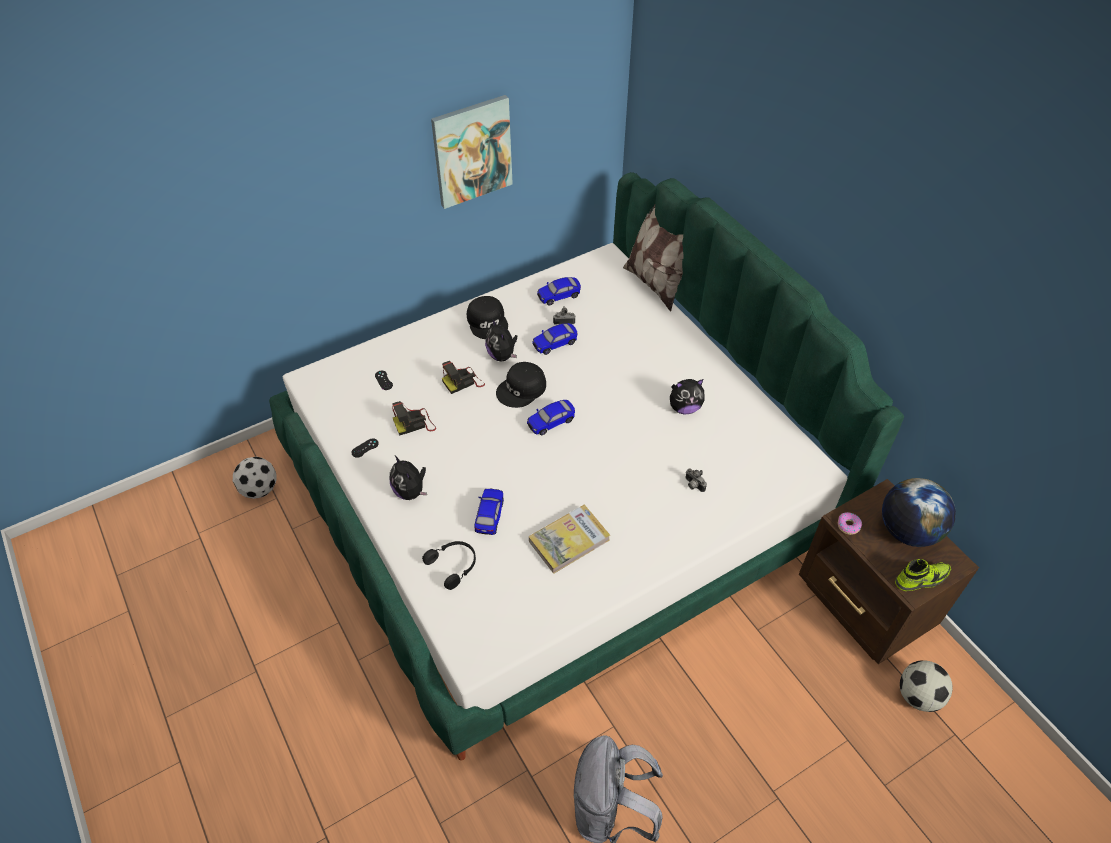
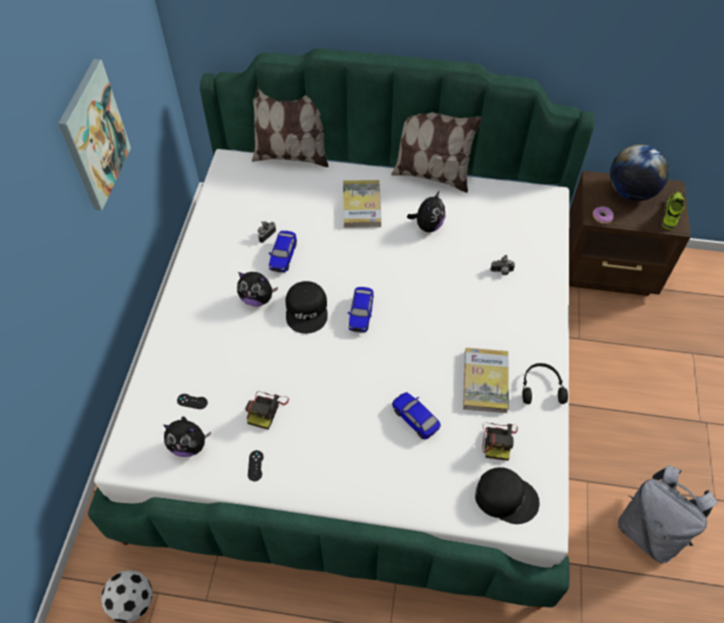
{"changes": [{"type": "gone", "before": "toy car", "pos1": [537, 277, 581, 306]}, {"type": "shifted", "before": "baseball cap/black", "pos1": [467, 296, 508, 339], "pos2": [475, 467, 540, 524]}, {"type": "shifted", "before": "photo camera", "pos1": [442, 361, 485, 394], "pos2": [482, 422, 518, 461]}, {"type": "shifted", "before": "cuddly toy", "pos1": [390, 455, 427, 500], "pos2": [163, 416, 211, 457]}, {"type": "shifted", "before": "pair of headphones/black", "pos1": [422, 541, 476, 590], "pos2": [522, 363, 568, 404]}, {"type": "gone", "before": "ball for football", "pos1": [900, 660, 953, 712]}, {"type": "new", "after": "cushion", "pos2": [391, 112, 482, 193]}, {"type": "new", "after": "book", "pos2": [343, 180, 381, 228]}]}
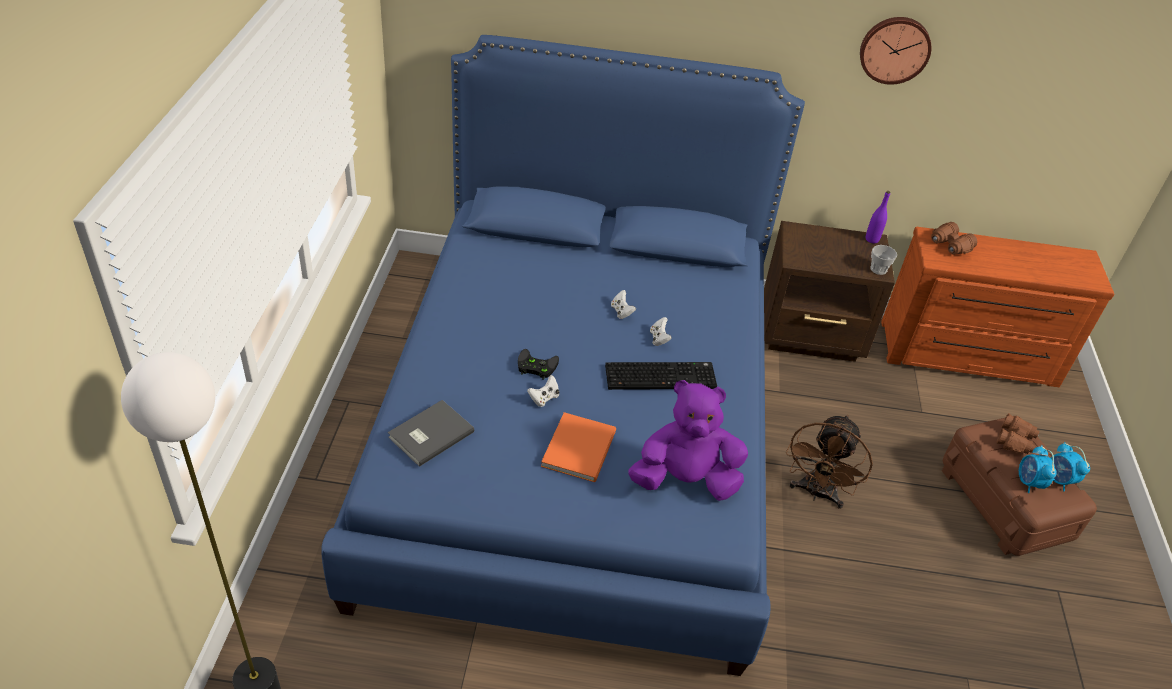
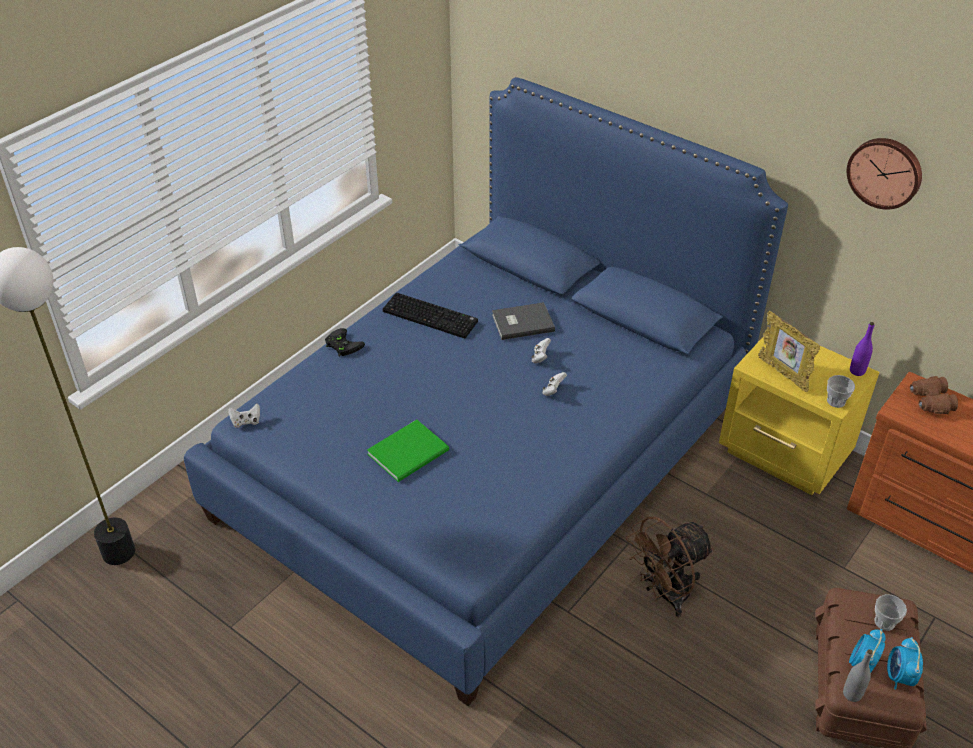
{"changes": [{"type": "repainted", "before": "night table/brown-coloured", "after": "night table/yellow-coloured", "pos1": [764, 221, 895, 362], "pos2": [719, 333, 879, 495]}, {"type": "shifted", "before": "game controller/black", "pos1": [518, 349, 559, 380], "pos2": [325, 328, 365, 357]}, {"type": "shifted", "before": "PC keyboard", "pos1": [605, 362, 717, 390], "pos2": [383, 293, 478, 339]}, {"type": "shifted", "before": "game controller/whitish", "pos1": [527, 375, 560, 407], "pos2": [228, 404, 260, 428]}, {"type": "gone", "before": "cuddly toy/purplish", "pos1": [628, 380, 748, 501]}, {"type": "shifted", "before": "book/greyish", "pos1": [388, 400, 474, 467], "pos2": [492, 302, 555, 340]}, {"type": "repainted", "before": "book/orange-coloured", "after": "book/green", "pos1": [541, 412, 616, 482], "pos2": [367, 420, 449, 482]}, {"type": "swapped", "before": "binoculars/brown-coloured", "after": "small cup", "pos1": [996, 413, 1040, 454], "pos2": [874, 594, 907, 631]}, {"type": "new", "after": "photo frame", "pos2": [758, 311, 820, 392]}, {"type": "new", "after": "beverage bottle/greyish", "pos2": [843, 649, 873, 702]}]}
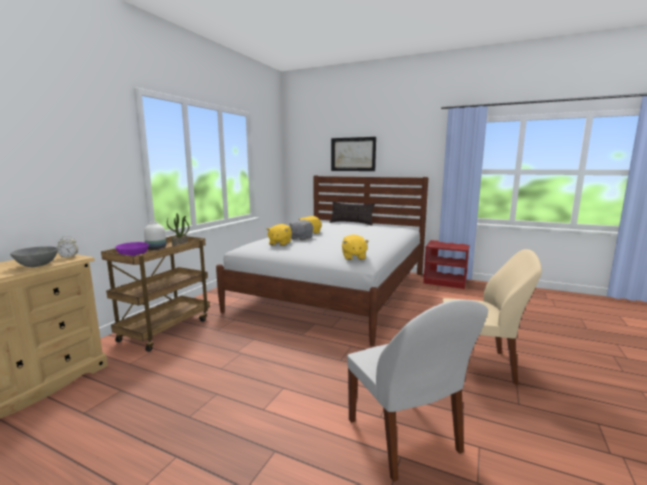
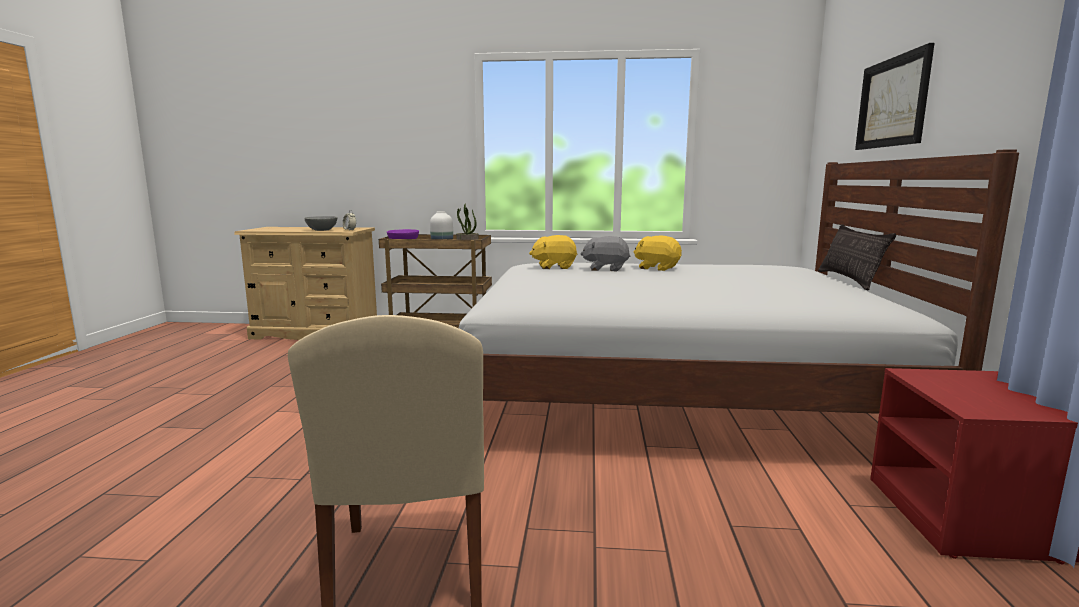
{"changes": [{"type": "gone", "before": "cuddly toy/yellow-coloured", "pos1": [342, 234, 369, 260]}, {"type": "gone", "before": "upright chair/whitish", "pos1": [347, 300, 488, 482]}]}
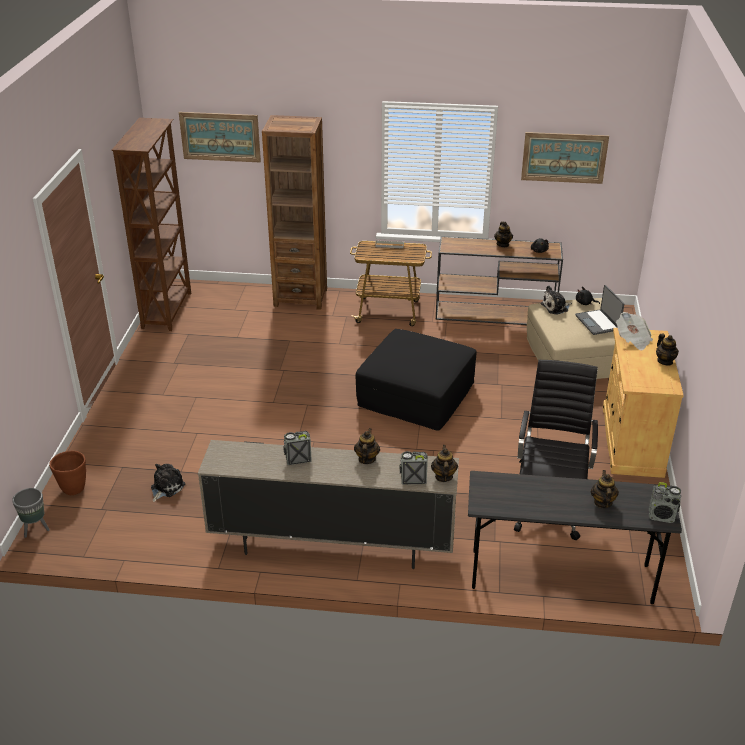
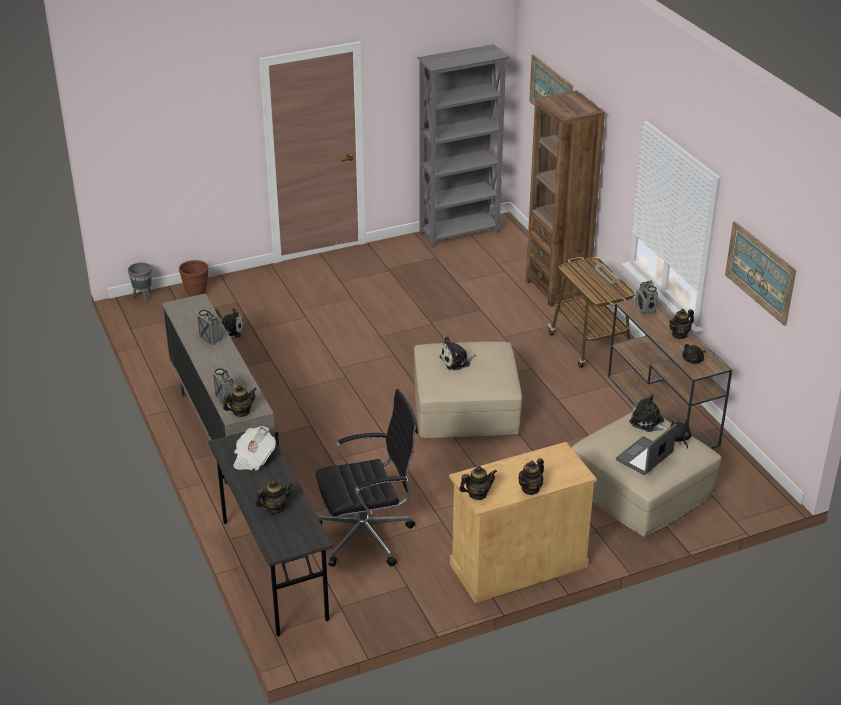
{"changes": [{"type": "repainted", "before": "shelving unit/brown-coloured", "after": "shelving unit/greyish", "pos1": [112, 118, 191, 331], "pos2": [417, 44, 510, 248]}, {"type": "shifted", "before": "printed paper", "pos1": [616, 312, 653, 351], "pos2": [233, 426, 276, 470]}, {"type": "repainted", "before": "footrest/black", "after": "footrest/beige-coloured", "pos1": [356, 329, 477, 430], "pos2": [414, 342, 522, 438]}, {"type": "shifted", "before": "pot for tea", "pos1": [354, 428, 380, 464], "pos2": [459, 466, 497, 500]}, {"type": "shifted", "before": "radio set", "pos1": [649, 482, 681, 523], "pos2": [636, 280, 658, 315]}, {"type": "new", "after": "cuddly toy", "pos2": [440, 336, 476, 370]}]}
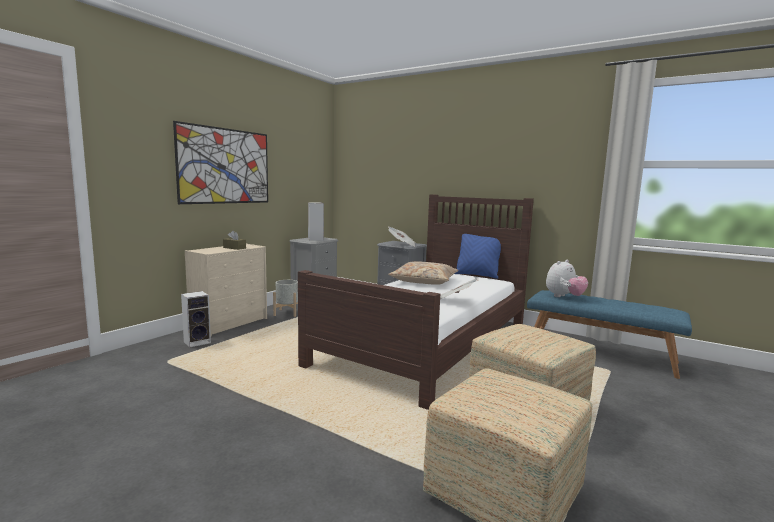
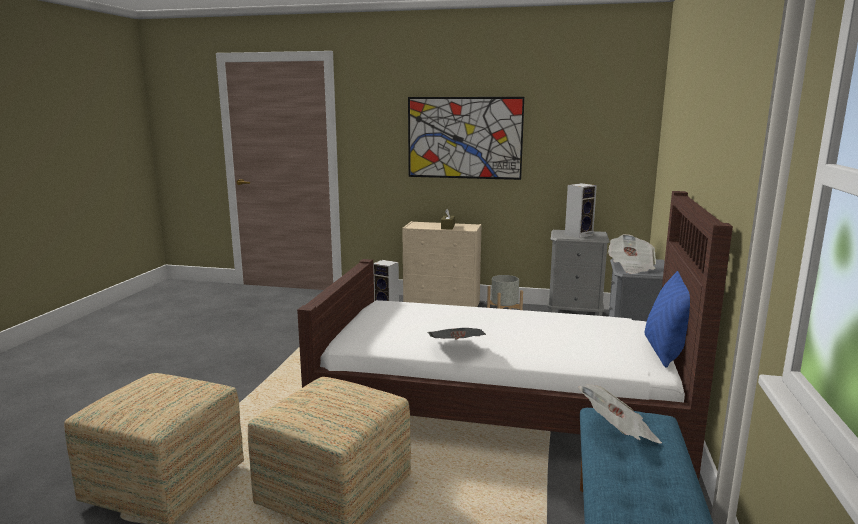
{"changes": [{"type": "swapped", "before": "cuddly toy", "after": "printed paper", "pos1": [546, 260, 588, 297], "pos2": [578, 384, 662, 443]}, {"type": "gone", "before": "cushion/beige-coloured", "pos1": [388, 261, 458, 285]}]}
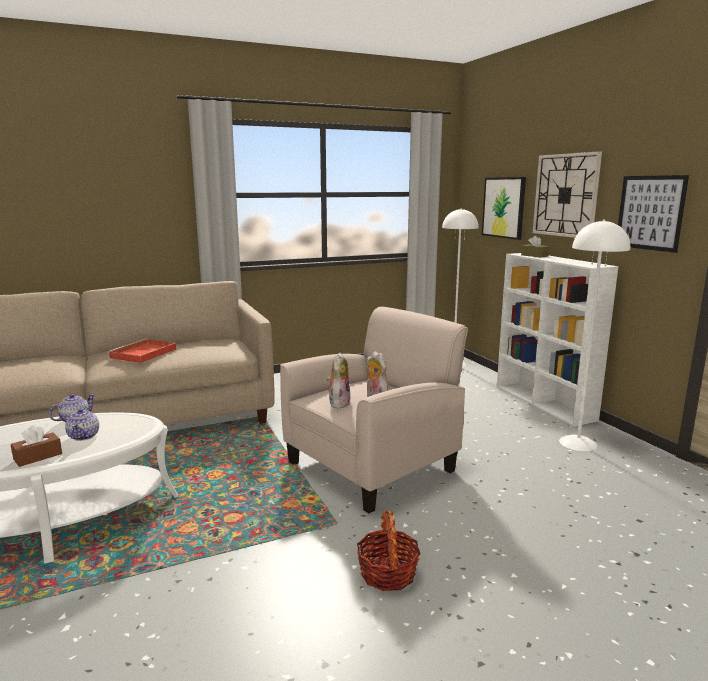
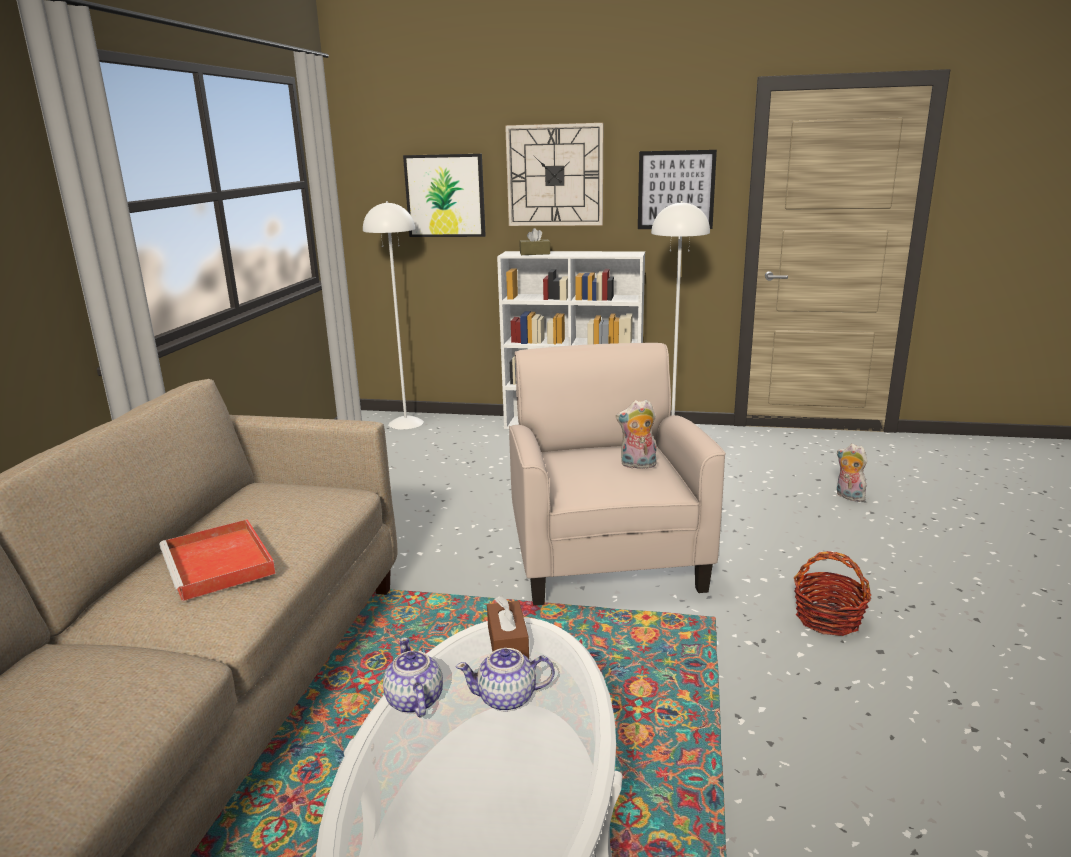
{"changes": [{"type": "shifted", "before": "cuddly toy", "pos1": [327, 353, 350, 408], "pos2": [837, 444, 867, 502]}, {"type": "rotated", "before": "pot for tea", "pos1": [65, 407, 99, 441], "pos2": [456, 648, 555, 711], "turn": 150}, {"type": "shifted", "before": "tissue holder/brown-coloured", "pos1": [11, 425, 62, 467], "pos2": [487, 596, 529, 659]}]}
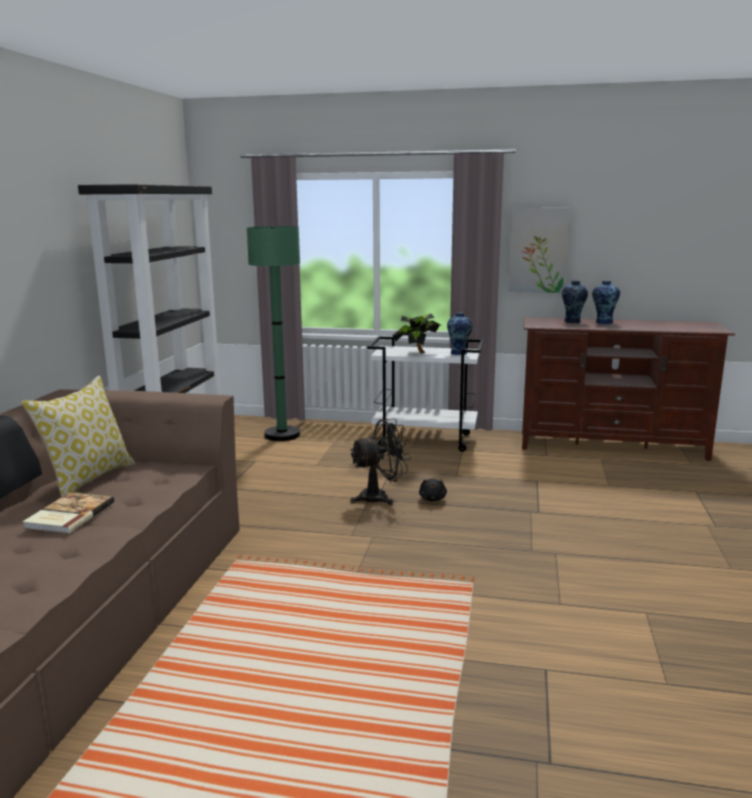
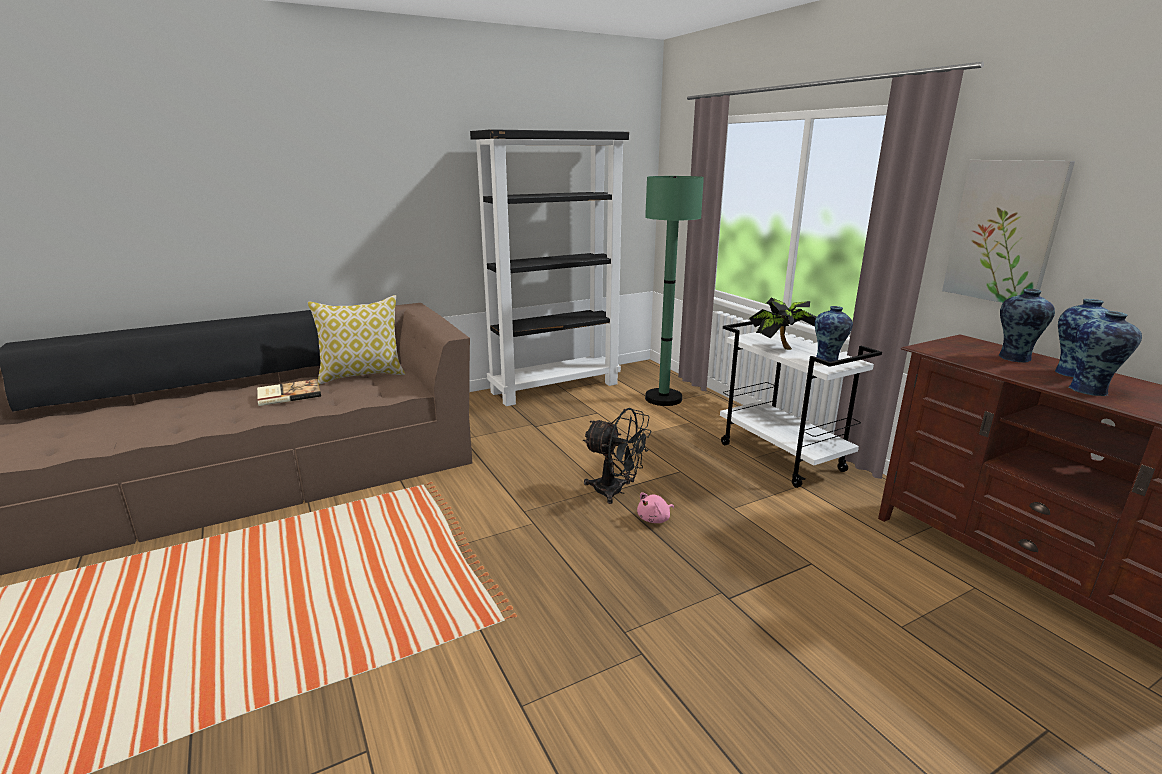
{"changes": [{"type": "repainted", "before": "cuddly toy/black", "after": "cuddly toy/pink", "pos1": [419, 479, 447, 501], "pos2": [637, 492, 674, 523]}, {"type": "new", "after": "flower vase", "pos2": [1068, 311, 1142, 396]}]}
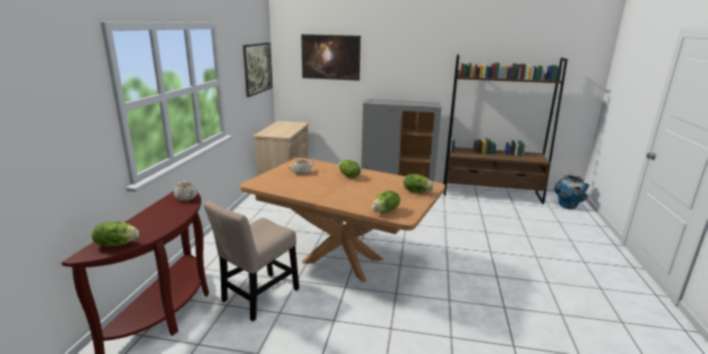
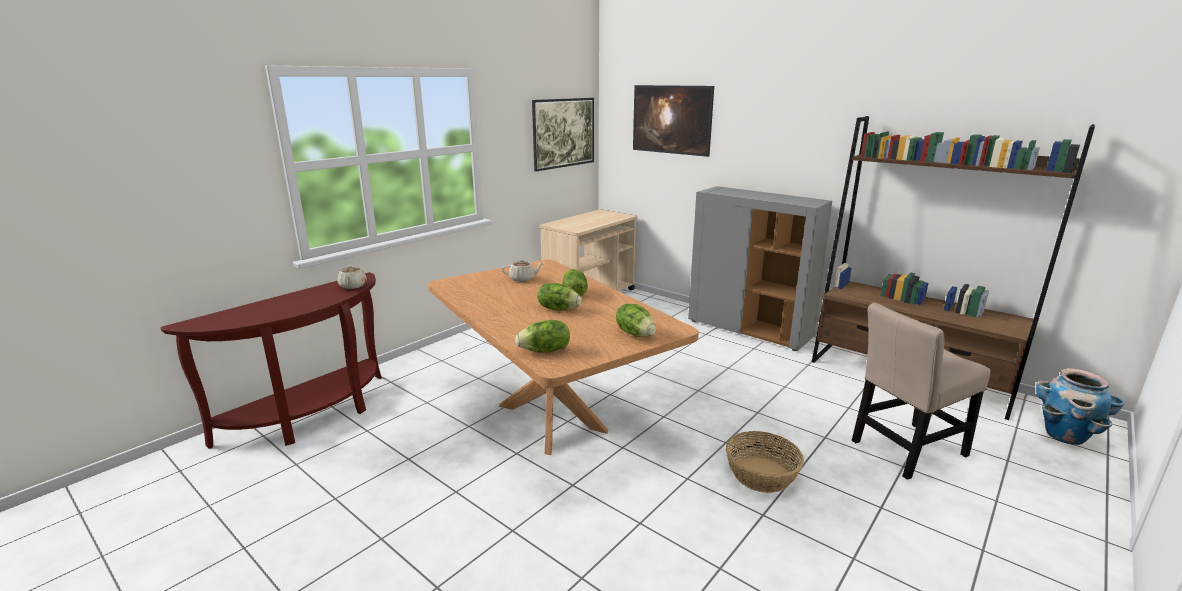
{"changes": [{"type": "shifted", "before": "upright chair/beige-coloured", "pos1": [204, 201, 299, 321], "pos2": [852, 303, 991, 480]}, {"type": "shifted", "before": "lettuce", "pos1": [92, 221, 139, 247], "pos2": [537, 283, 582, 311]}, {"type": "new", "after": "storage basket", "pos2": [726, 431, 804, 493]}]}
